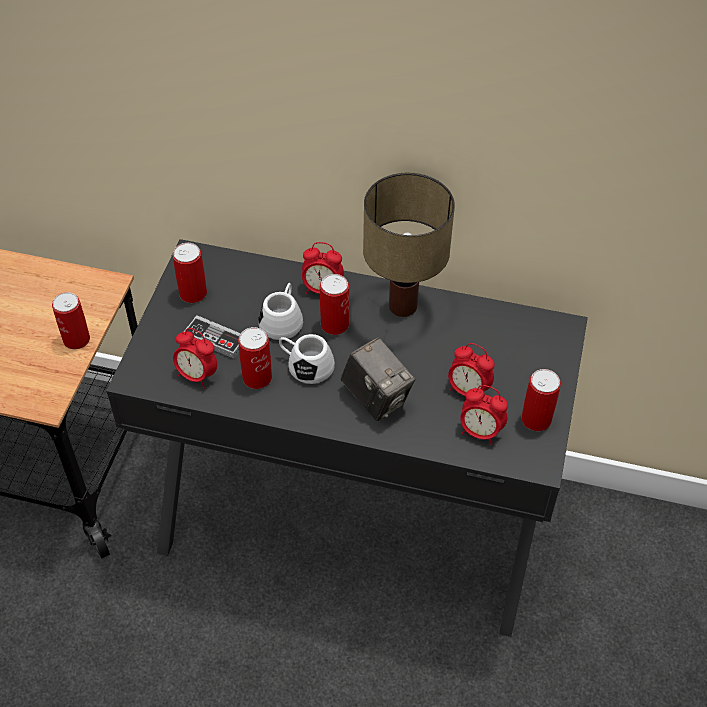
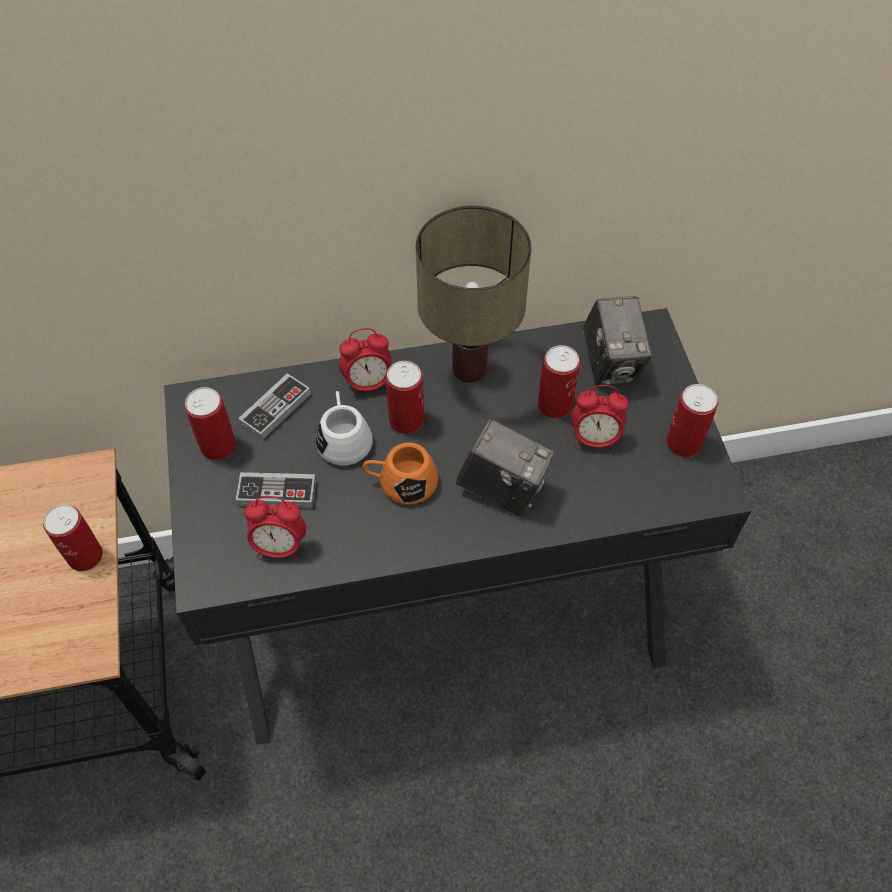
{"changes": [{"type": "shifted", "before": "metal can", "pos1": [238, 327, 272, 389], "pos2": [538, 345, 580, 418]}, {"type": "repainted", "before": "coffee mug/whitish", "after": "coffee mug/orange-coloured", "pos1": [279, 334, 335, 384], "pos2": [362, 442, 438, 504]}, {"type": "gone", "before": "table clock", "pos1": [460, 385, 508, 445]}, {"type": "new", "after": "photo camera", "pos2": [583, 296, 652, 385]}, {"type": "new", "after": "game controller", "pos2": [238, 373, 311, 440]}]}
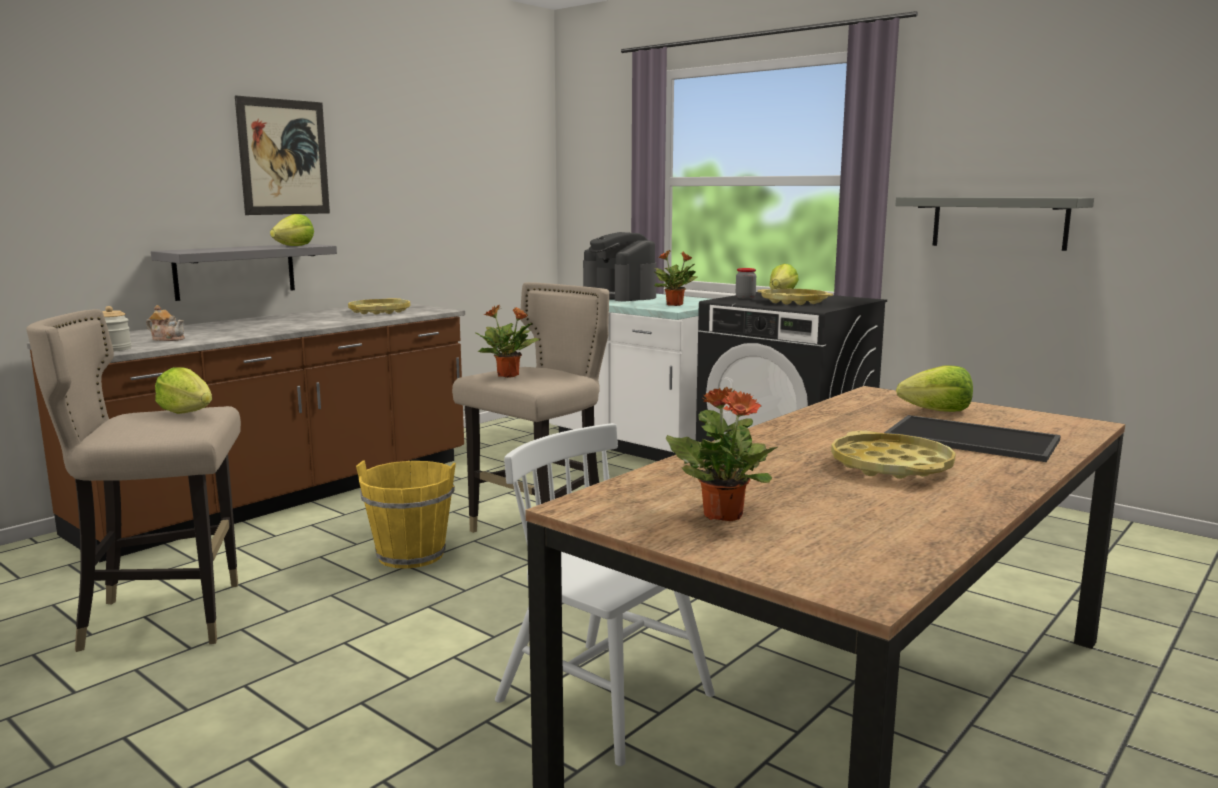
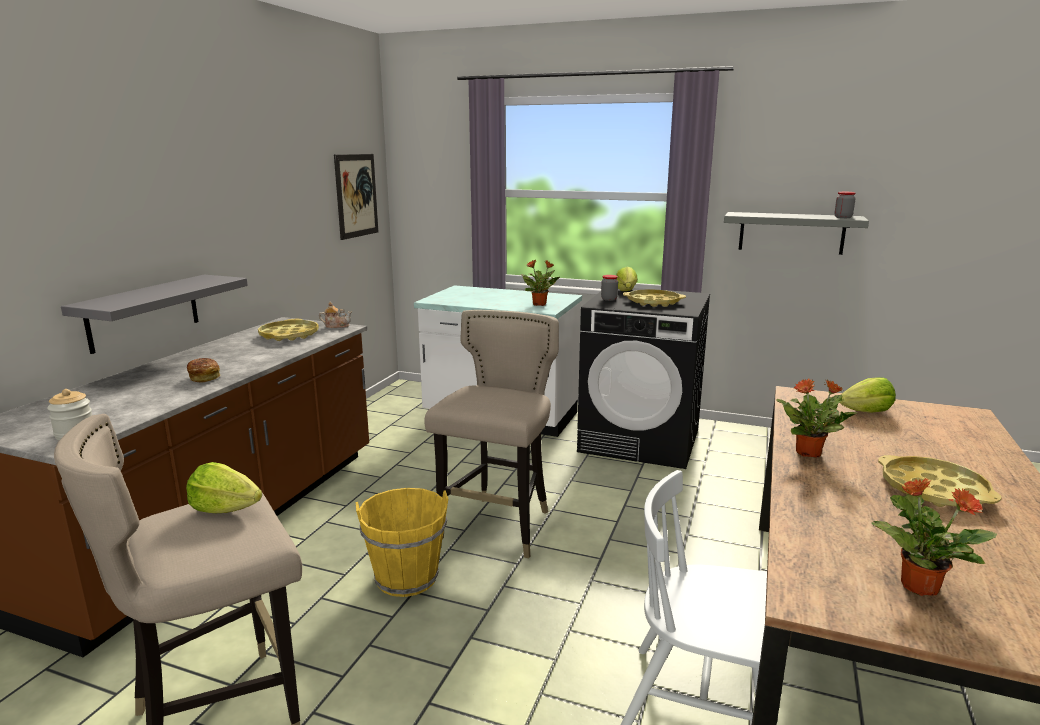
{"changes": [{"type": "shifted", "before": "wall art", "pos1": [235, 96, 330, 215], "pos2": [334, 154, 378, 240]}, {"type": "gone", "before": "lettuce", "pos1": [270, 214, 314, 246]}, {"type": "gone", "before": "coffee brewer", "pos1": [583, 232, 656, 301]}, {"type": "shifted", "before": "pot for tea", "pos1": [146, 305, 185, 341], "pos2": [319, 302, 352, 328]}, {"type": "shifted", "before": "potted plant", "pos1": [475, 305, 539, 378], "pos2": [776, 378, 857, 458]}, {"type": "gone", "before": "tray", "pos1": [884, 415, 1061, 462]}, {"type": "new", "after": "jar", "pos2": [834, 192, 856, 218]}, {"type": "new", "after": "bread", "pos2": [187, 358, 221, 382]}]}
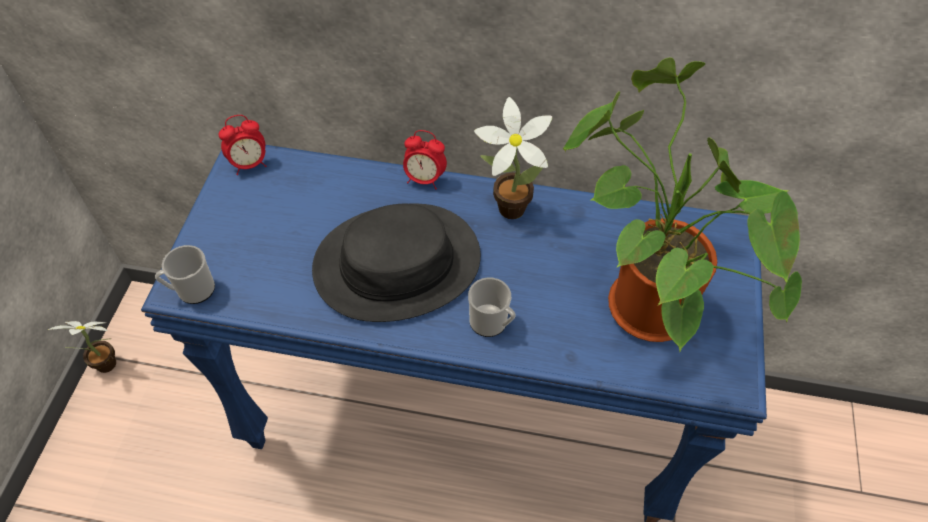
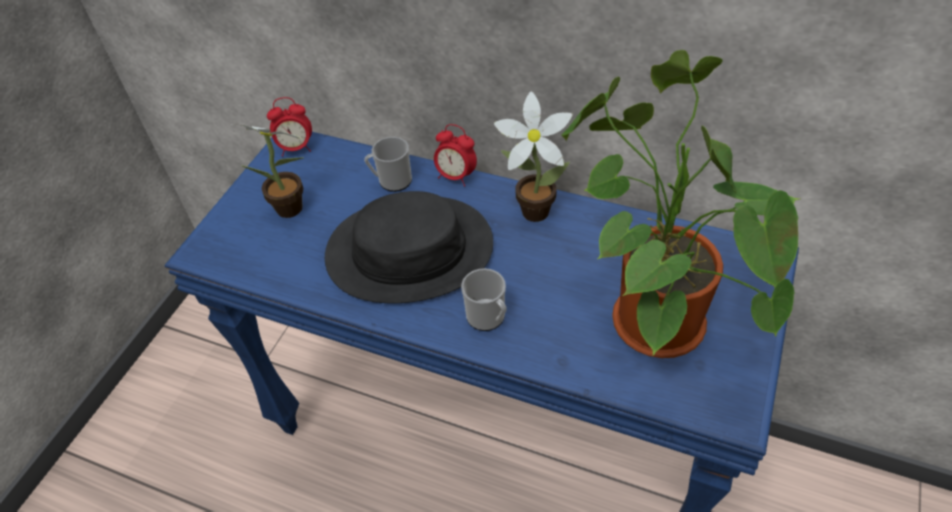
{"changes": [{"type": "shifted", "before": "coffee mug", "pos1": [155, 245, 215, 304], "pos2": [364, 137, 412, 192]}, {"type": "shifted", "before": "potted plant", "pos1": [48, 321, 116, 373], "pos2": [233, 124, 303, 218]}]}
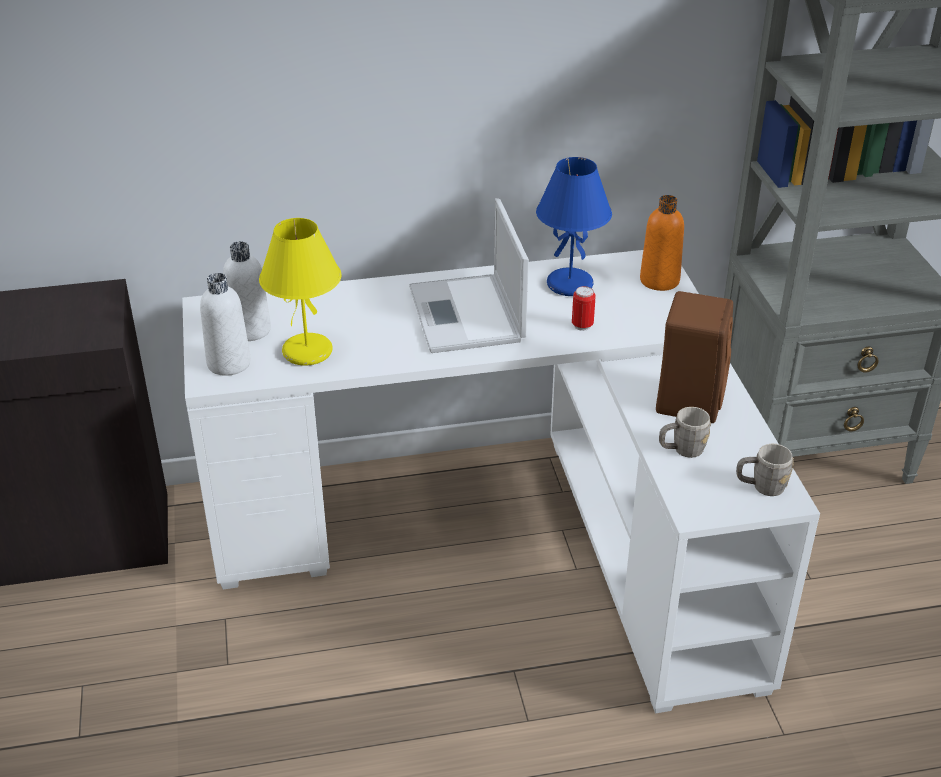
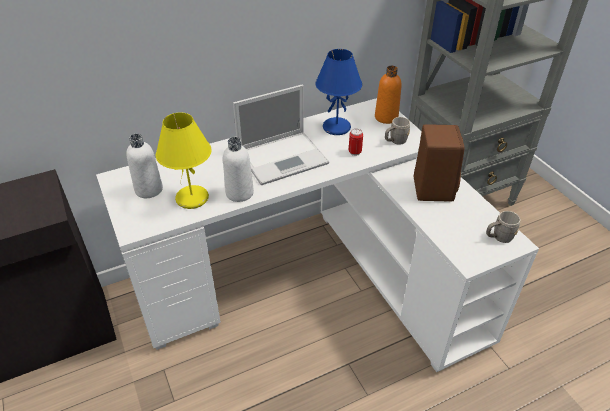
{"changes": [{"type": "rotated", "before": "notebook computer", "pos1": [409, 198, 529, 353], "pos2": [233, 85, 329, 185], "turn": -90}, {"type": "shifted", "before": "beverage bottle/whitish", "pos1": [200, 273, 251, 376], "pos2": [223, 137, 254, 202]}, {"type": "shifted", "before": "coffee mug/greyish", "pos1": [659, 407, 711, 458], "pos2": [385, 117, 410, 145]}]}
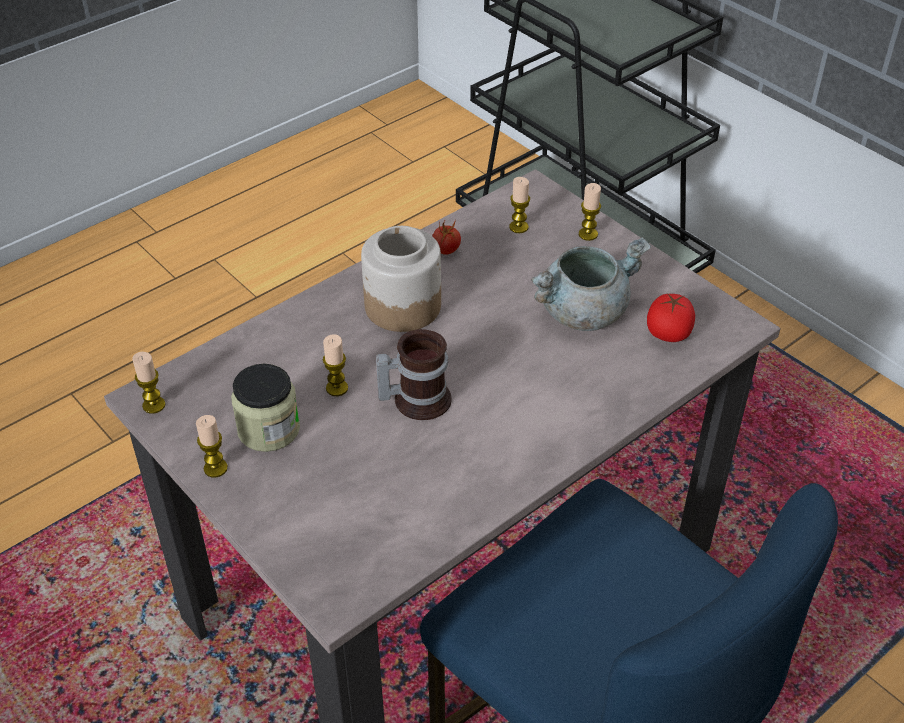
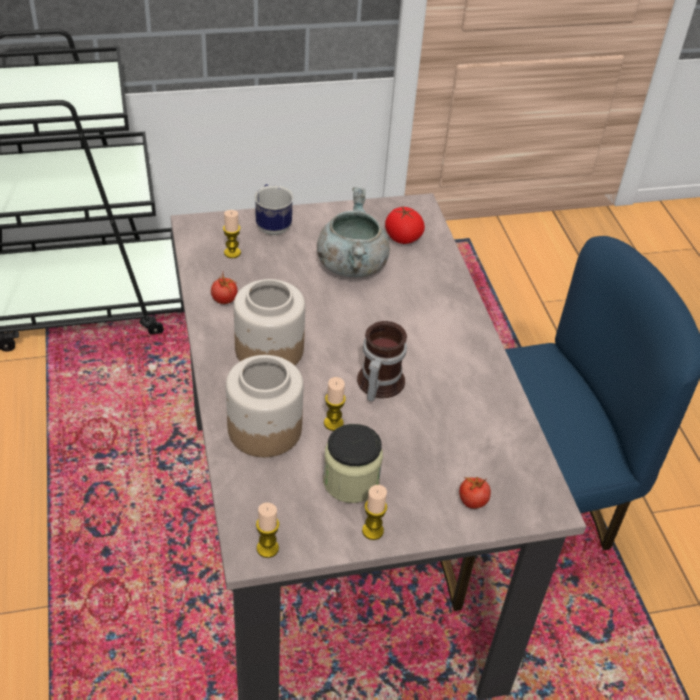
{"changes": [{"type": "swapped", "before": "wax candle", "after": "coffee mug", "pos1": [579, 183, 601, 241], "pos2": [254, 184, 294, 235]}, {"type": "new", "after": "jar", "pos2": [226, 355, 303, 457]}, {"type": "new", "after": "whole tomato", "pos2": [459, 477, 491, 509]}]}
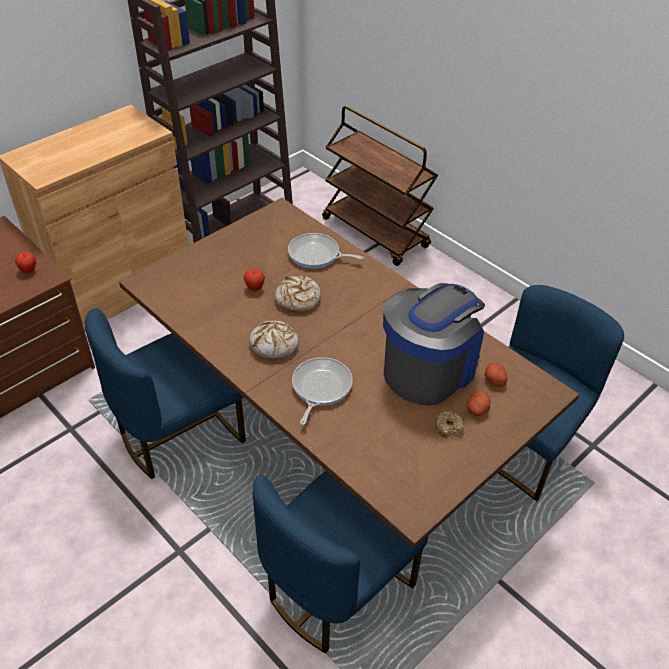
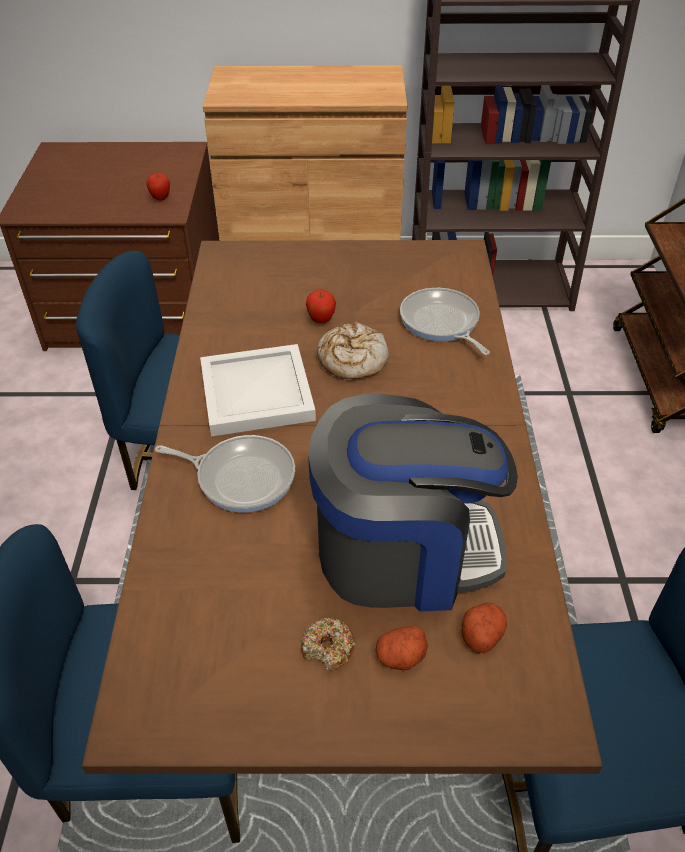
{"changes": [{"type": "swapped", "before": "bread", "after": "tray/whitish", "pos1": [249, 320, 299, 359], "pos2": [200, 344, 316, 436]}, {"type": "rotated", "before": "skillet", "pos1": [292, 357, 353, 425], "pos2": [155, 435, 295, 513], "turn": 45}]}
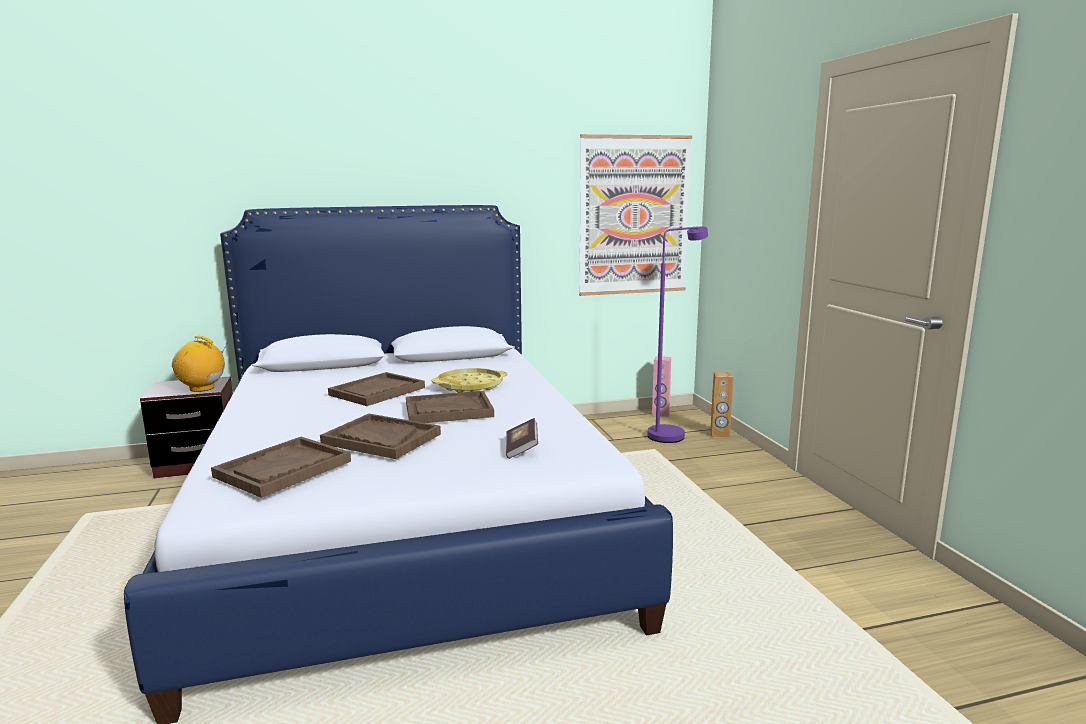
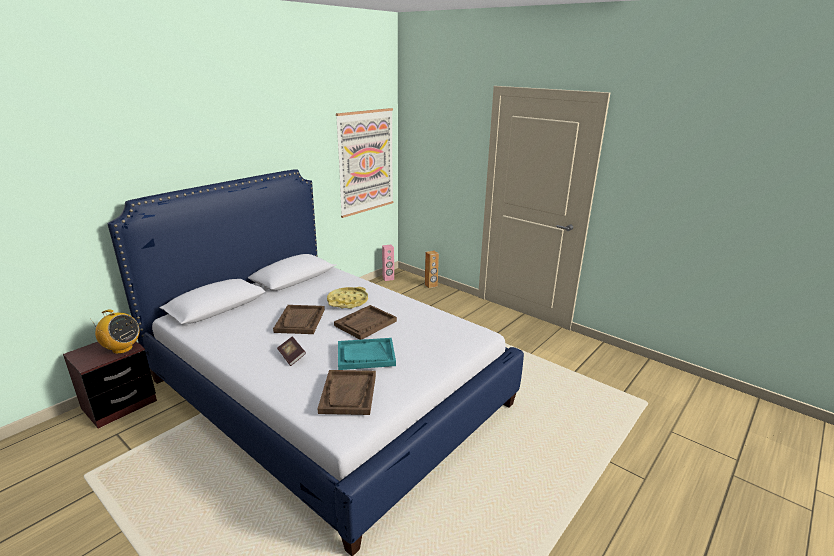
{"changes": [{"type": "gone", "before": "standing lamp/purplish", "pos1": [647, 226, 708, 443]}, {"type": "rotated", "before": "radio set", "pos1": [172, 336, 226, 392], "pos2": [92, 309, 140, 354], "turn": -135}, {"type": "repainted", "before": "tray/brown-coloured", "after": "tray/turquoise-coloured", "pos1": [320, 414, 441, 459], "pos2": [338, 338, 396, 370]}, {"type": "shifted", "before": "book", "pos1": [506, 418, 538, 459], "pos2": [277, 336, 306, 366]}]}
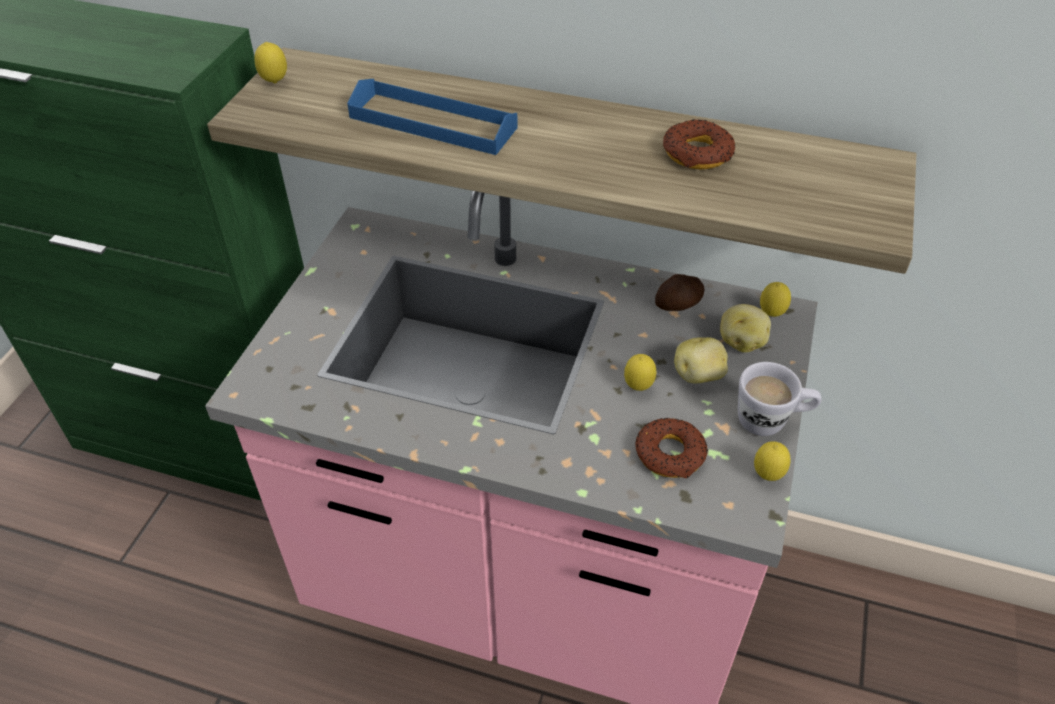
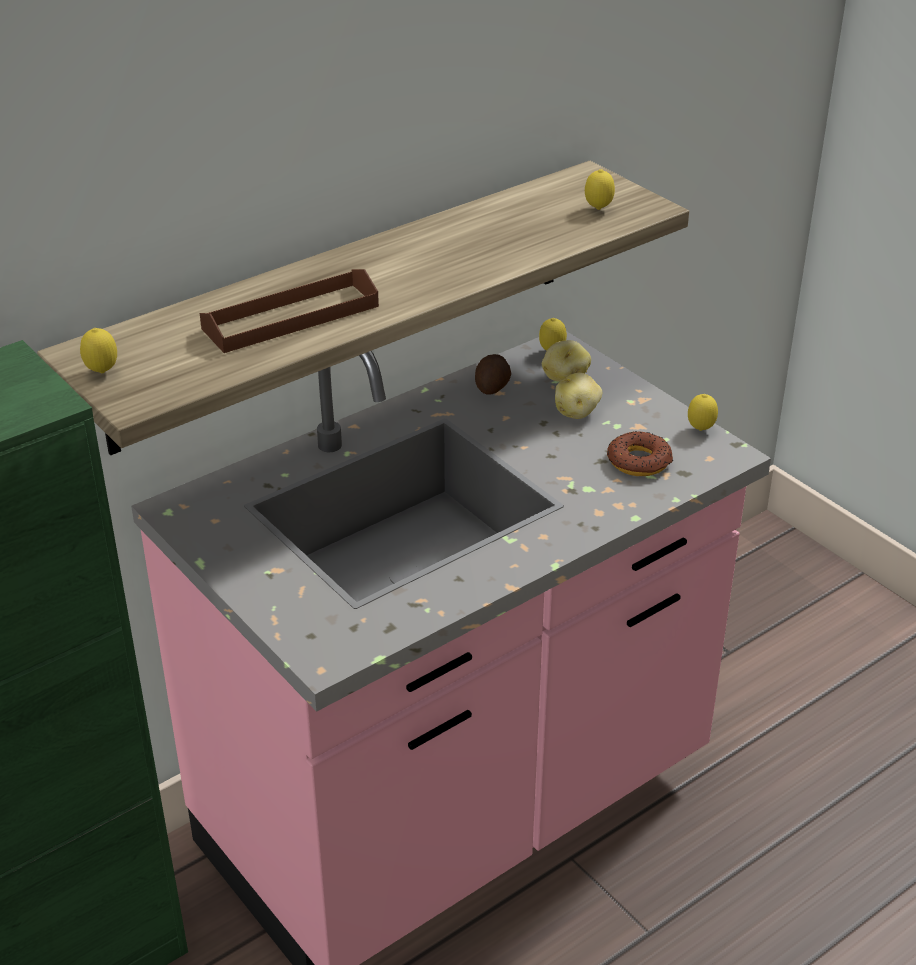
{"changes": [{"type": "repainted", "before": "tray/bluish", "after": "tray/brown-coloured", "pos1": [347, 79, 517, 155], "pos2": [200, 269, 379, 353]}, {"type": "gone", "before": "doughnut", "pos1": [663, 119, 735, 169]}, {"type": "shifted", "before": "lemon", "pos1": [624, 354, 656, 391], "pos2": [585, 169, 615, 210]}, {"type": "gone", "before": "coffee mug/whitish", "pos1": [738, 362, 822, 436]}]}
